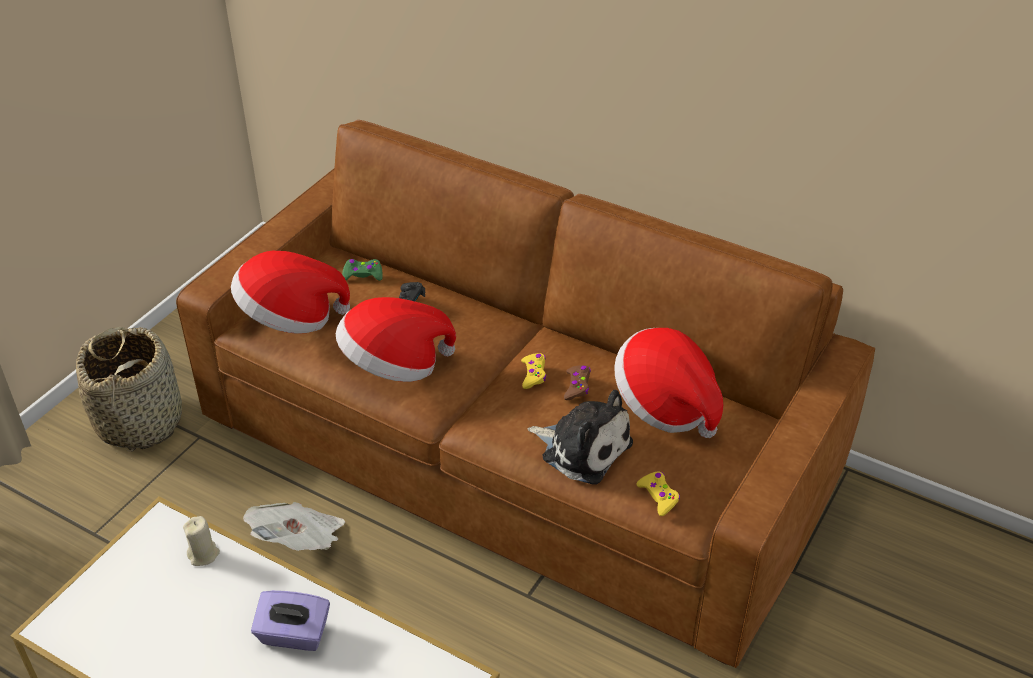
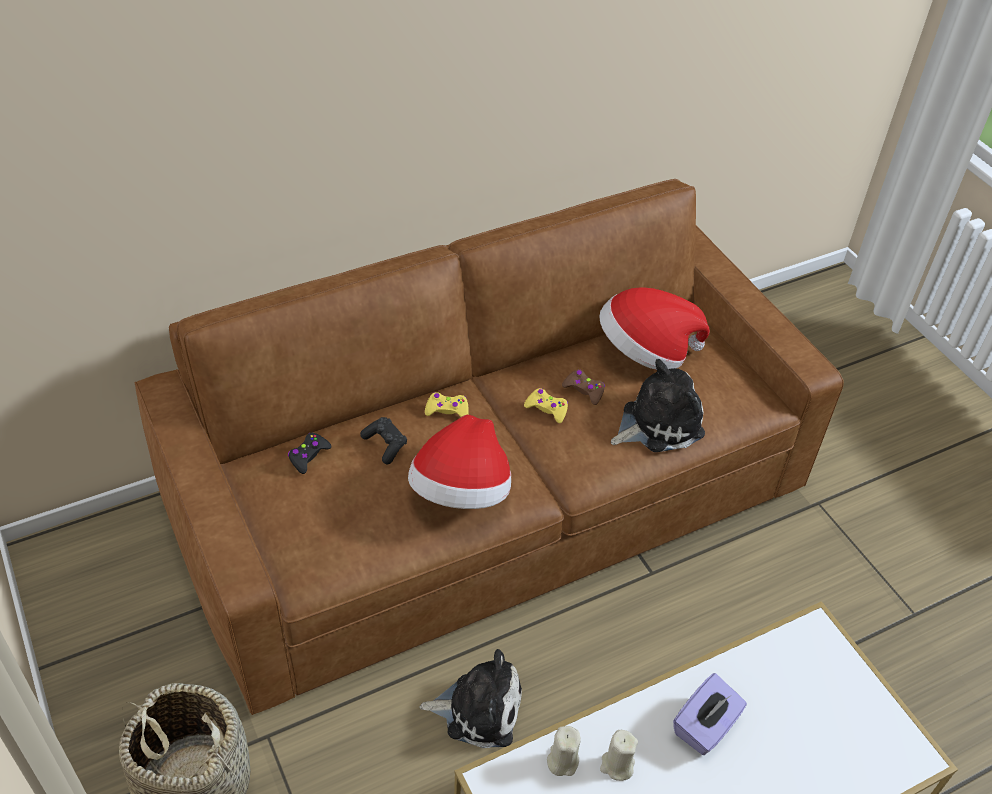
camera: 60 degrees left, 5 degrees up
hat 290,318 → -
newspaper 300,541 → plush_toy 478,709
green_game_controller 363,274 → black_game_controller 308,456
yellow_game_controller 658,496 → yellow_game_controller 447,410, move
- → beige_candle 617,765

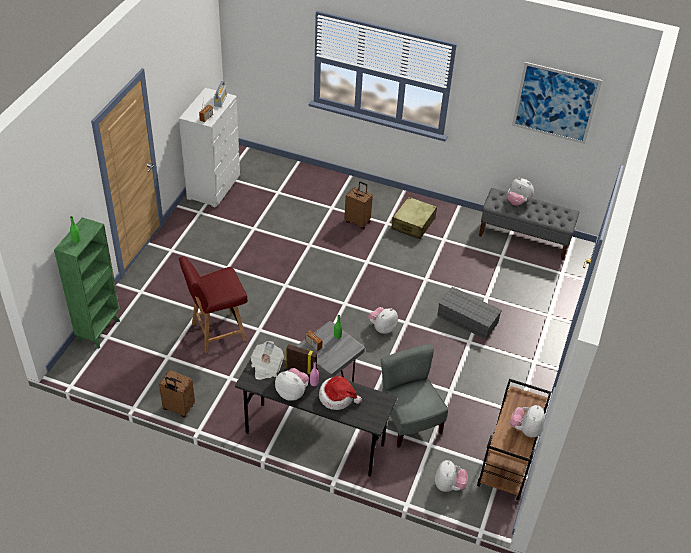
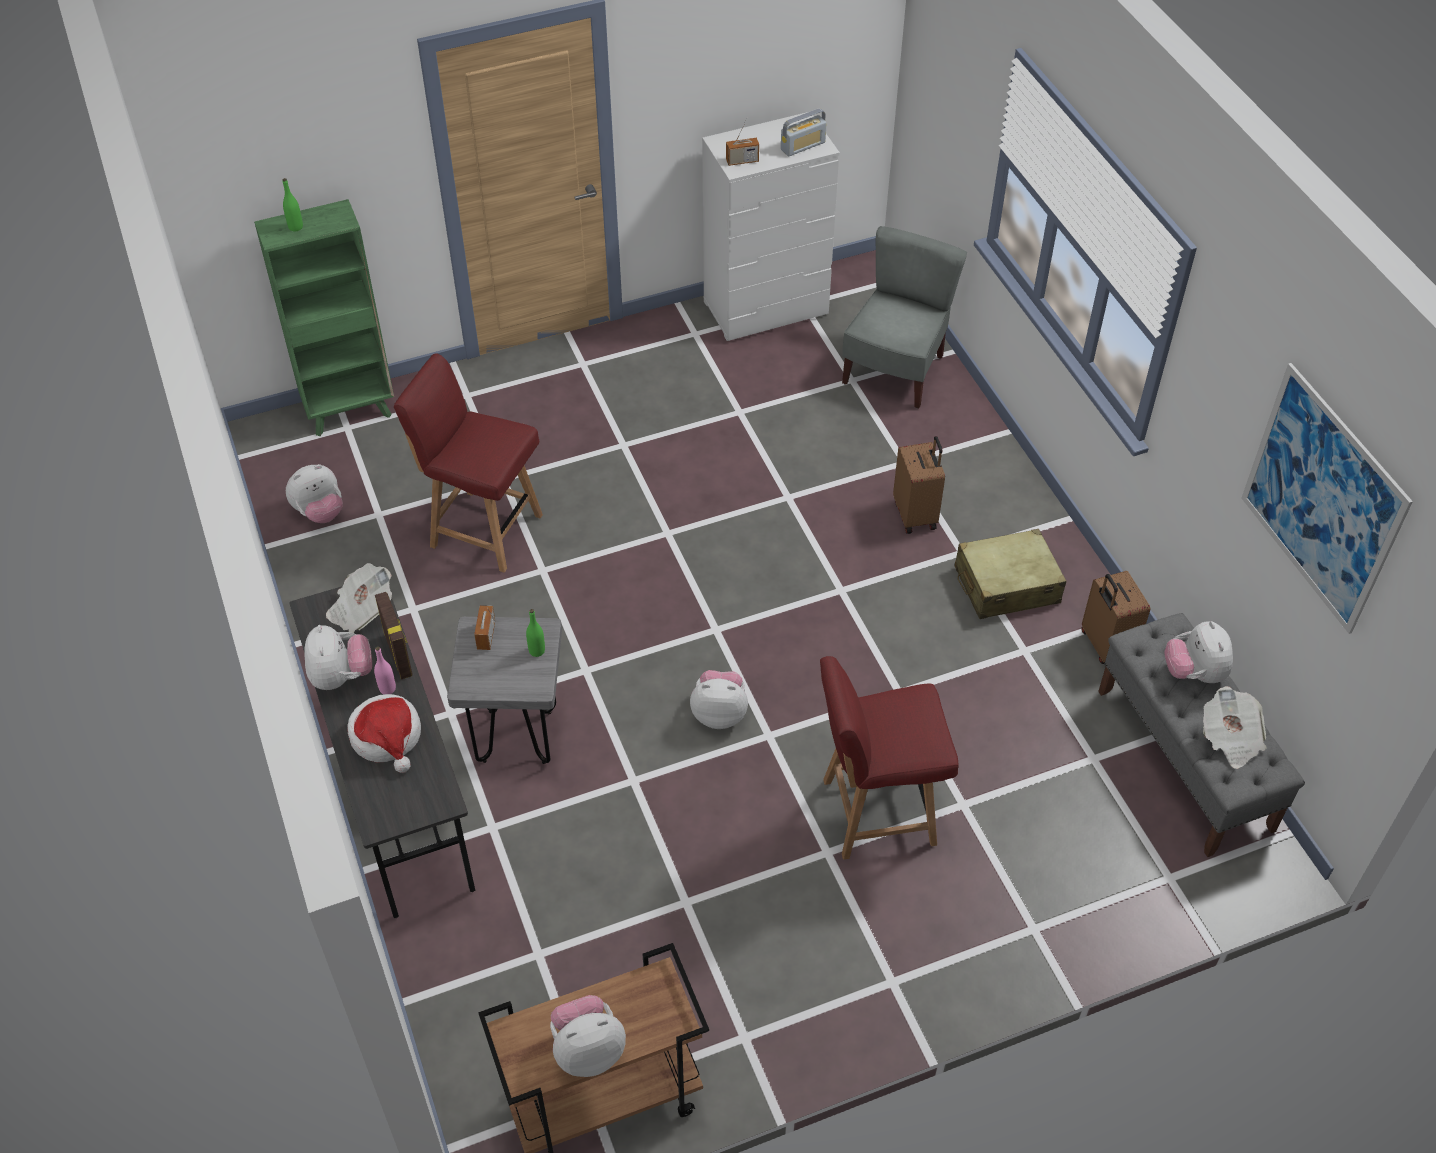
camera: 50 degrees right, 5 degrees up
brown_suitcase 178,408 → brown_suitcase 1105,645, move
grey_chair 409,422 → grey_chair 895,370, move
plush_toy 449,485 → plush_toy 320,512, move
grey_storage_box 466,319 → red_chair 875,812
- → newspaper 1230,738

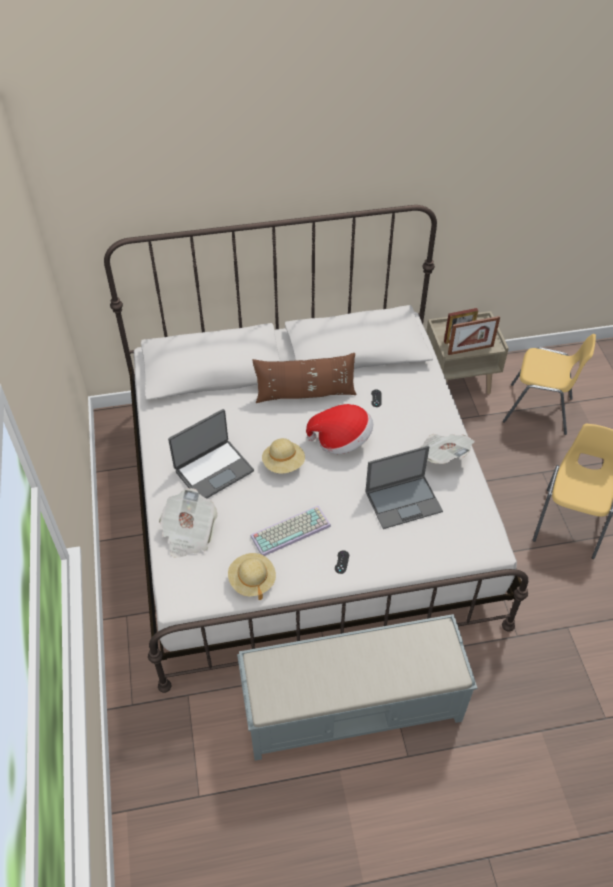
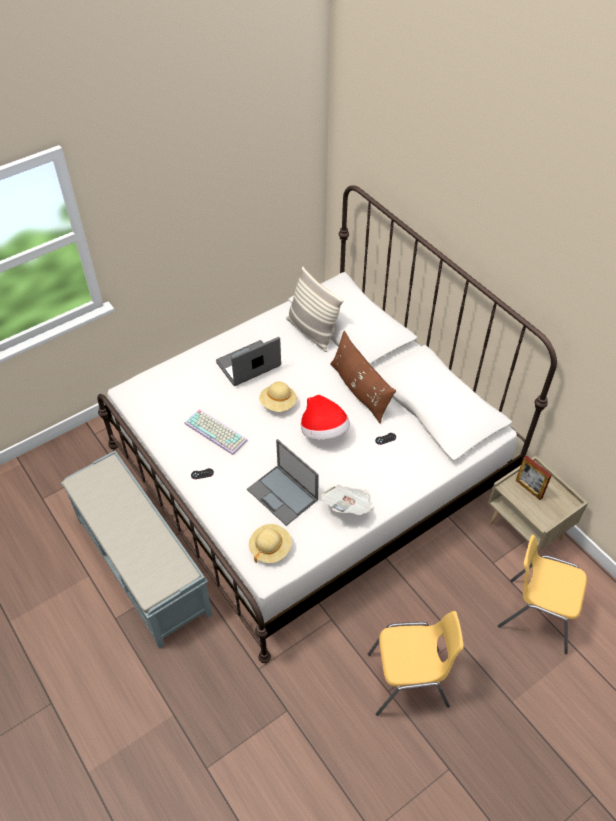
camera: 65 degrees right, 0 degrees up
newspaper 188,533 → -
laptop 213,470 → laptop 249,365, 120 degrees clockwise
beige_hat 252,580 → beige_hat 270,548, move
picture_frame 470,350 → -
yellow_chair 538,410 → yellow_chair 537,614, 120 degrees clockwise
- → pillow 312,332

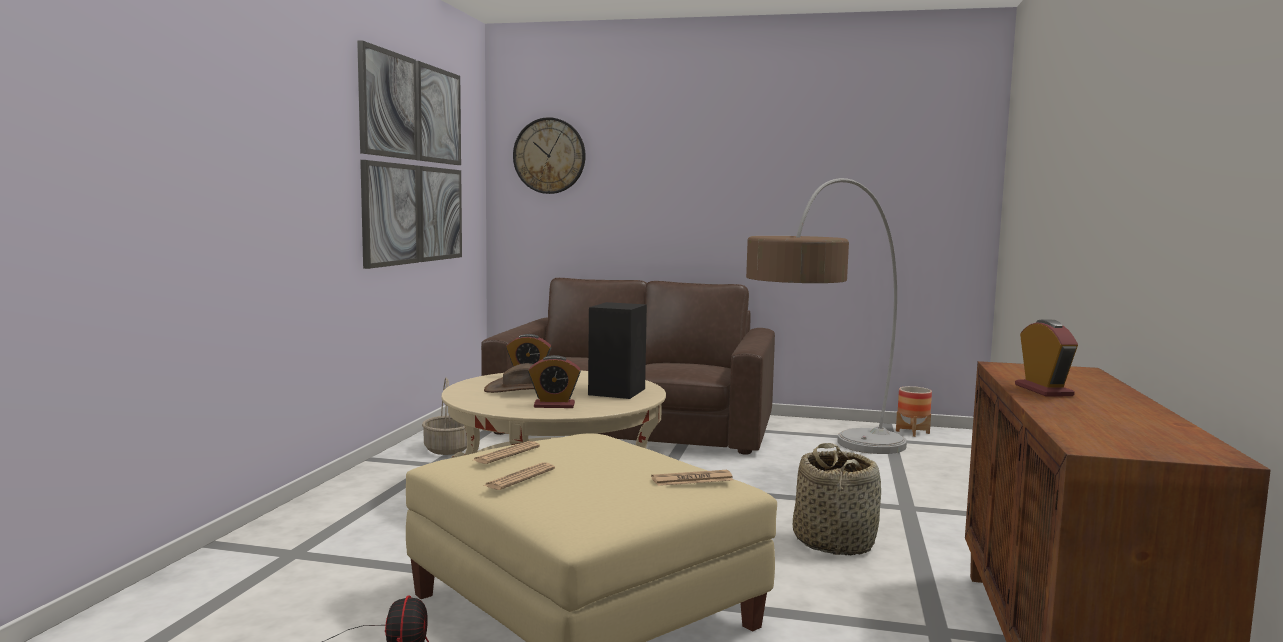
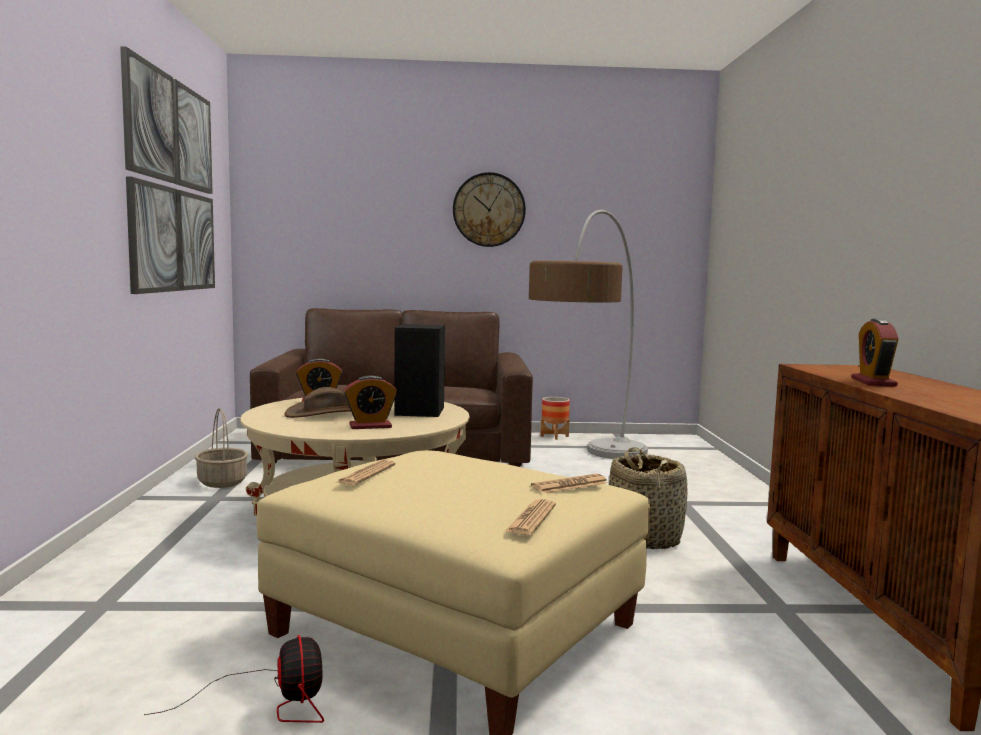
camera: 15 degrees left, 0 degrees up
newspaper 520,477 → newspaper 531,519, move
wall_clock 549,156 → wall_clock 489,210, move
planter 912,432 → planter 554,436, move
alarm_clock 1043,390 → alarm_clock 873,382, 150 degrees counterclockwise

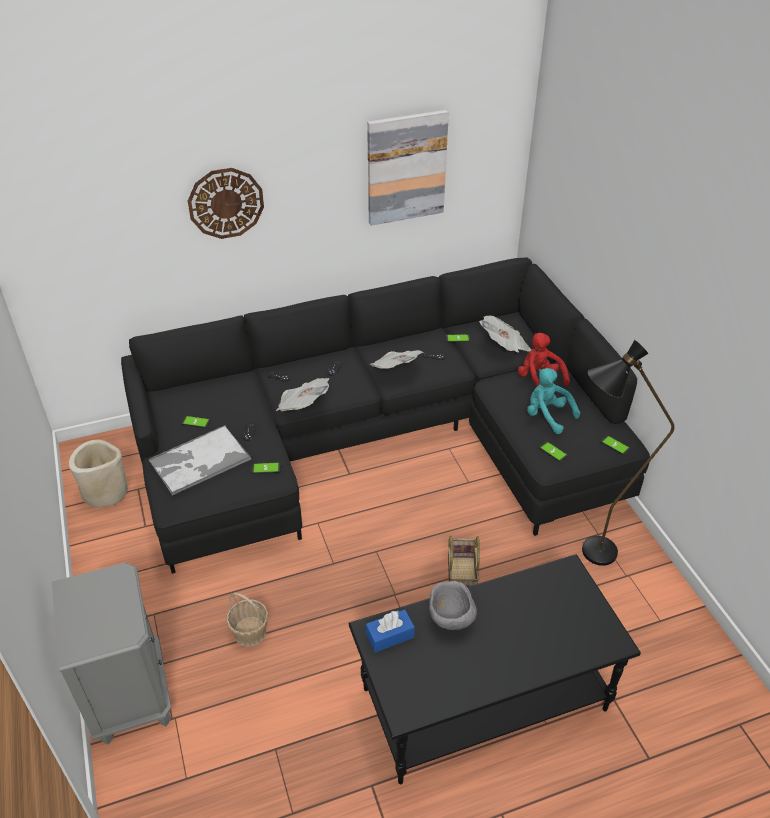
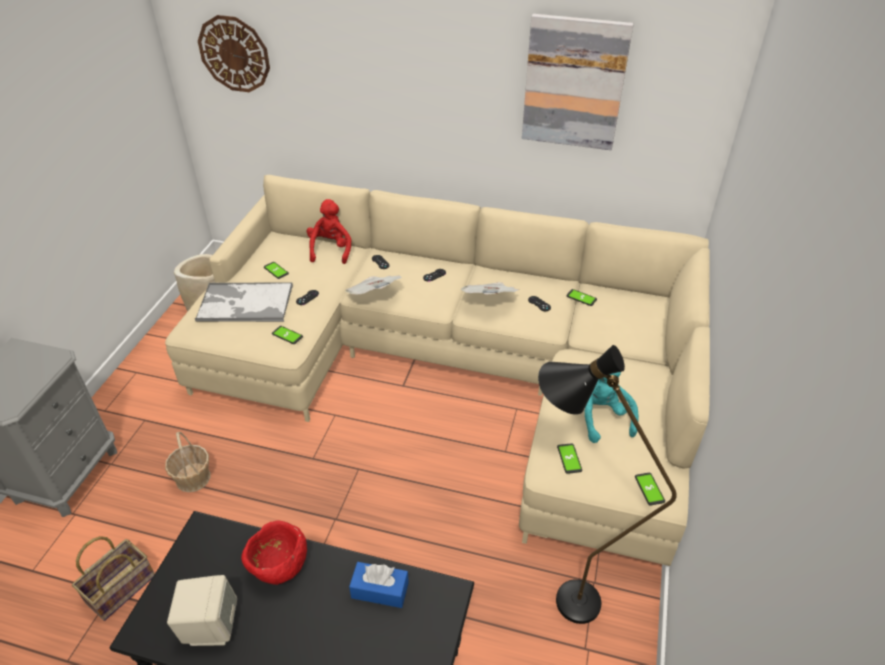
camera: 35 degrees right, 0 degrees up
black_sofa 390,440 → beige_sofa 467,373
wall_clock 226,203 → wall_clock 234,54, move
blue_tissue_box 390,636 → blue_tissue_box 380,590, move
grey_bowl 450,619 → red_bowl 279,567
basket 460,576 → basket 121,587, move
newspaper 504,346 → -
red_plush_toy 539,380 → red_plush_toy 331,250, move
- → beige_speaker 210,626

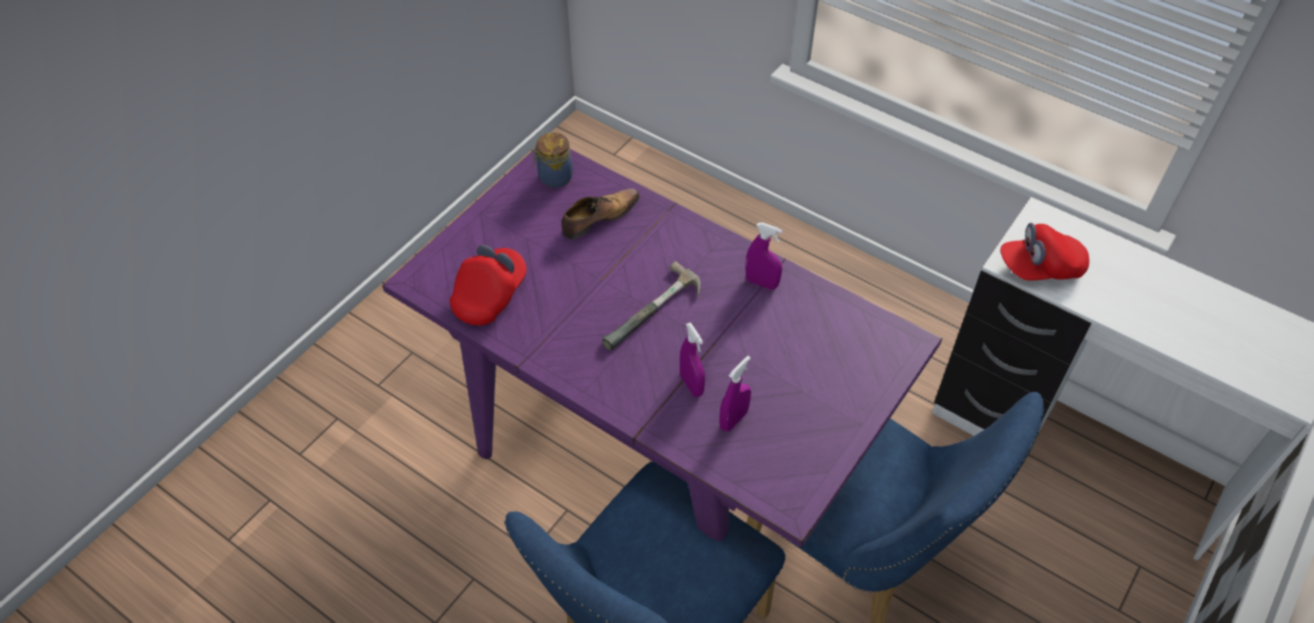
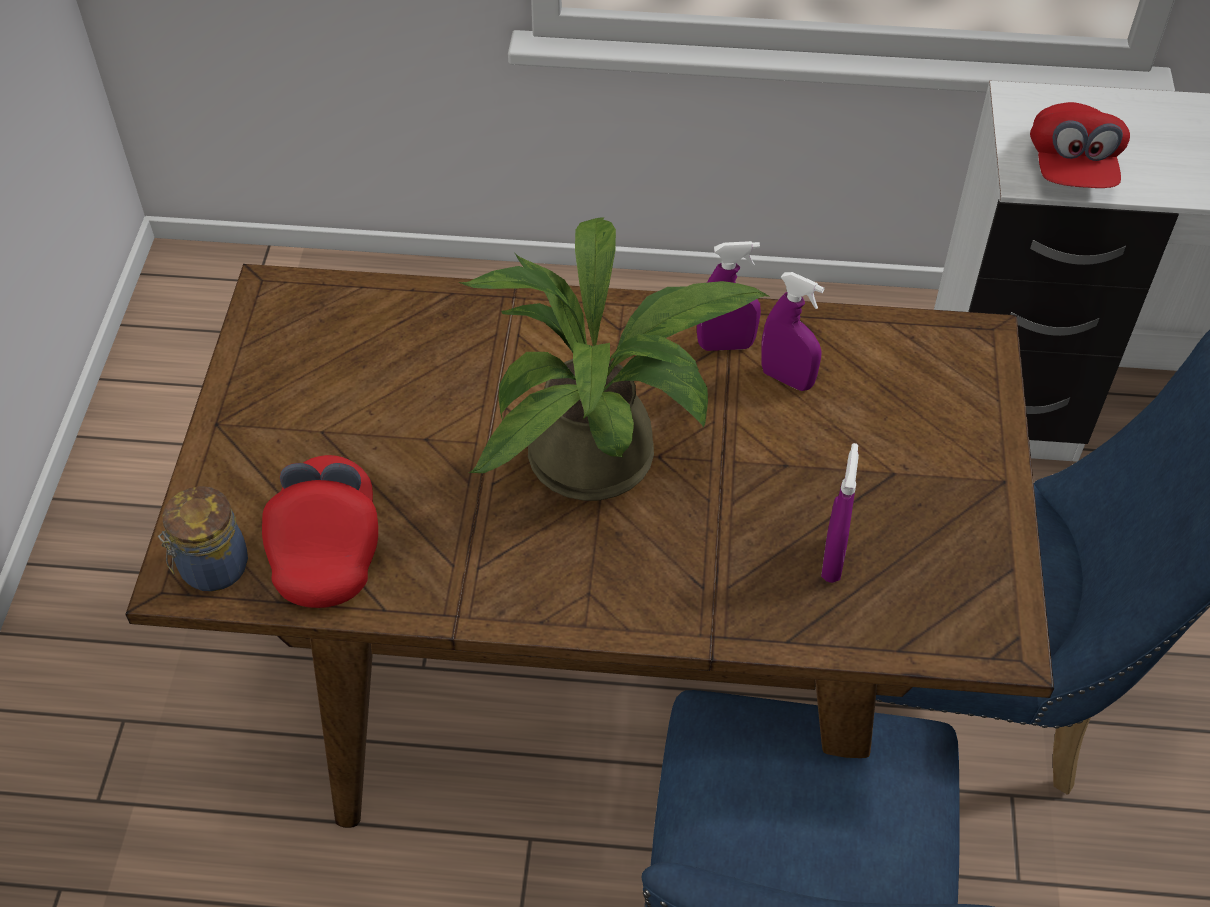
camera: 30 degrees left, 0 degrees up
purple_dining_table 656,451 → brown_dining_table 604,684
jar 554,177 → jar 212,568, move
shoe 598,218 → -
hammer 656,314 → potted_plant 608,458
purple_spray_bottle 691,385 → purple_spray_bottle 787,378, move
red_cap 1040,268 → red_cap 1071,168, 45 degrees counterclockwise

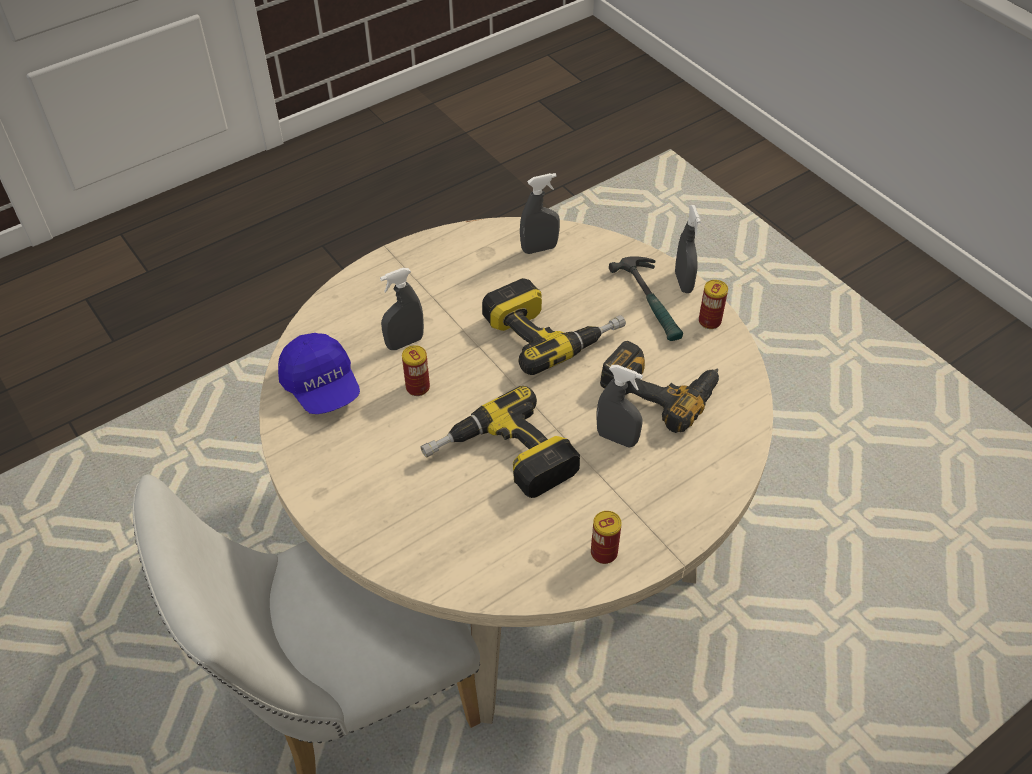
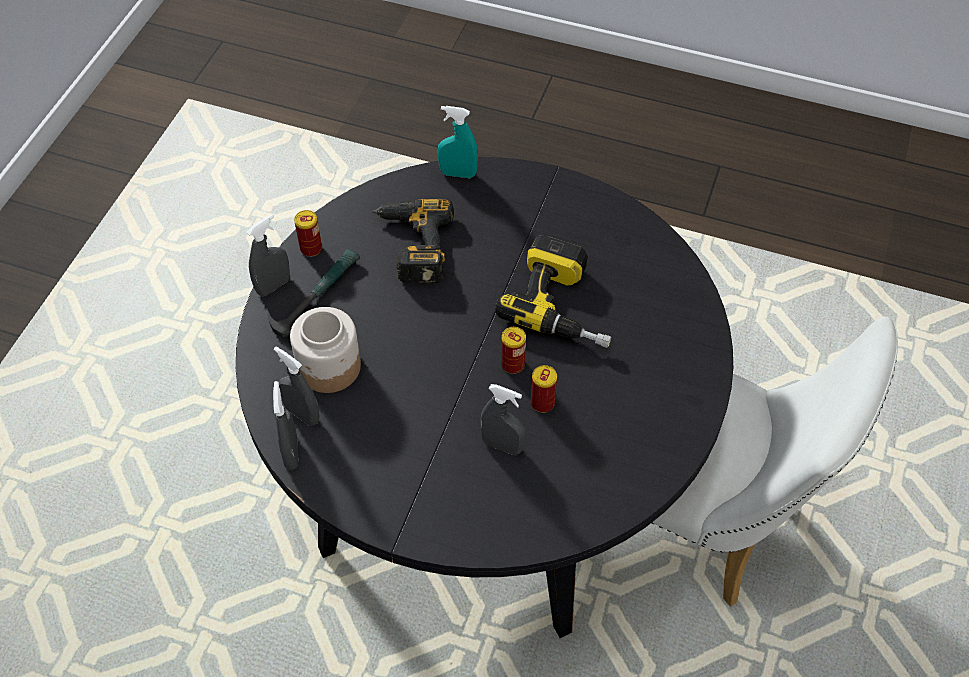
camera: 125 degrees left, 5 degrees up
beige_dining_table 516,553 → black_dining_table 484,484
blue_cap 322,387 → -
power_drill 551,330 → -
can 604,553 → can 512,364, move
grey_spray_bottle 617,438 → grey_spray_bottle 291,453, move
- → jar 329,367
- → turquoise_spray_bottle 458,173

